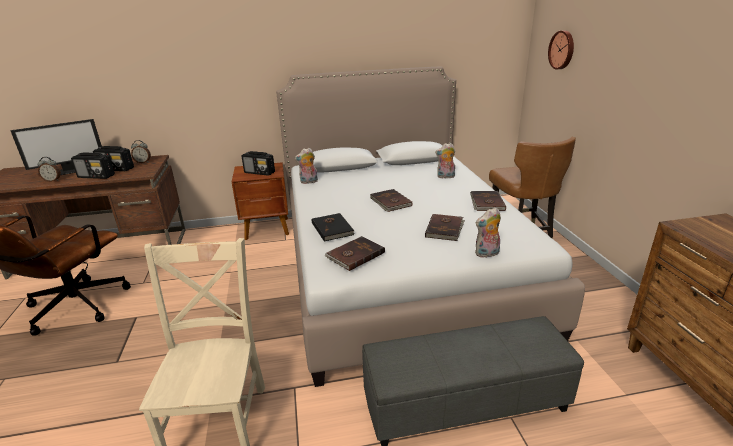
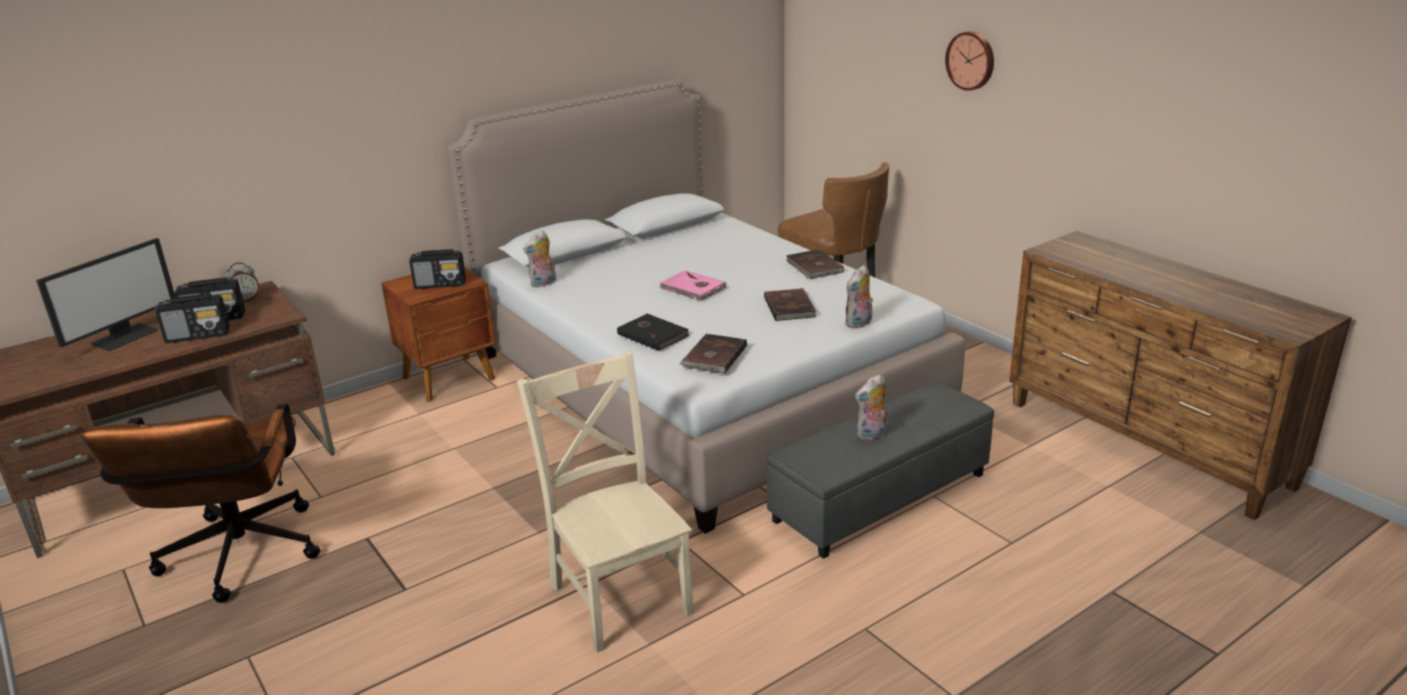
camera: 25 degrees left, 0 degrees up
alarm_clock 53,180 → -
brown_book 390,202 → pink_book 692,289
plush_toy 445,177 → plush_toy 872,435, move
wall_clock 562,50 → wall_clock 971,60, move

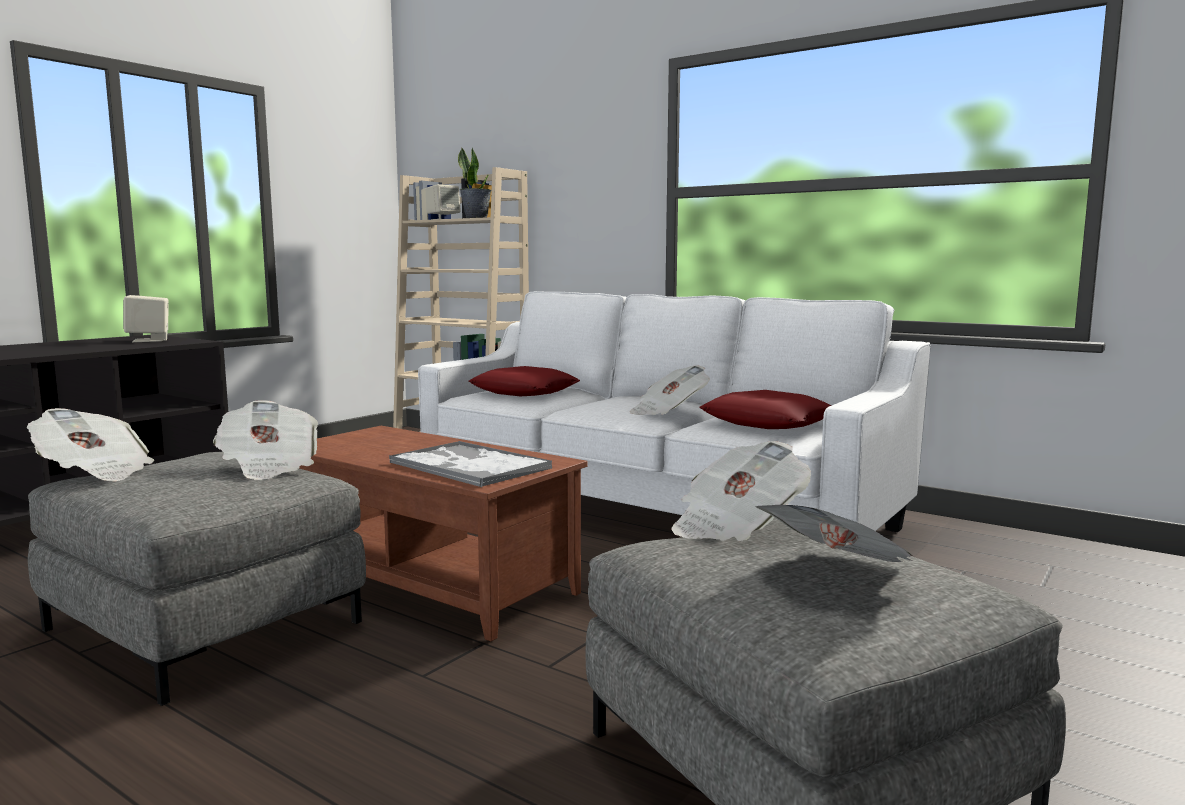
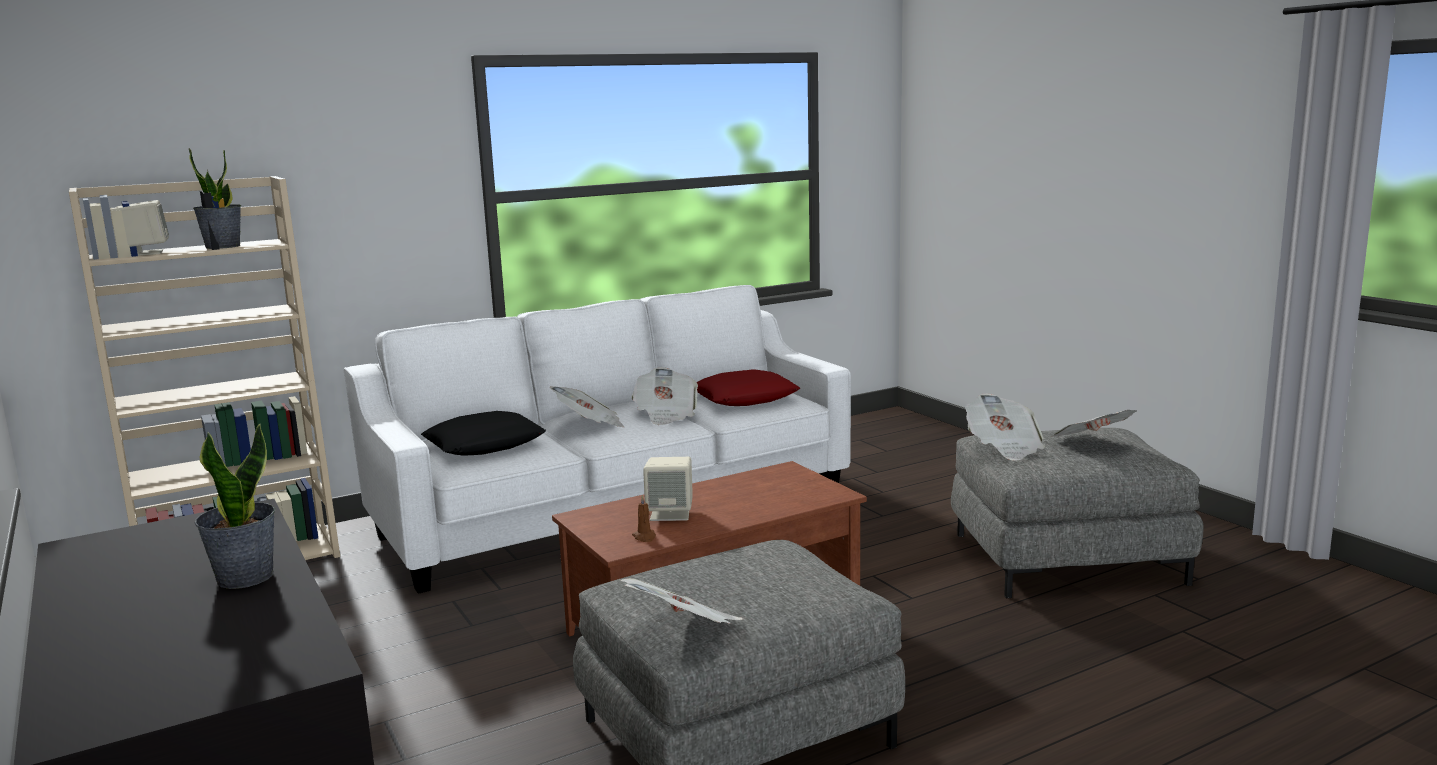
camera: 65 degrees left, 5 degrees up
beige_speaker 149,340 → beige_speaker 670,514, move
newspaper 269,467 → newspaper 590,425, move
tray 468,465 → -
red_pillow 524,392 → black_pillow 485,444
- → potted_plant 244,577
- → brown_candle 644,537

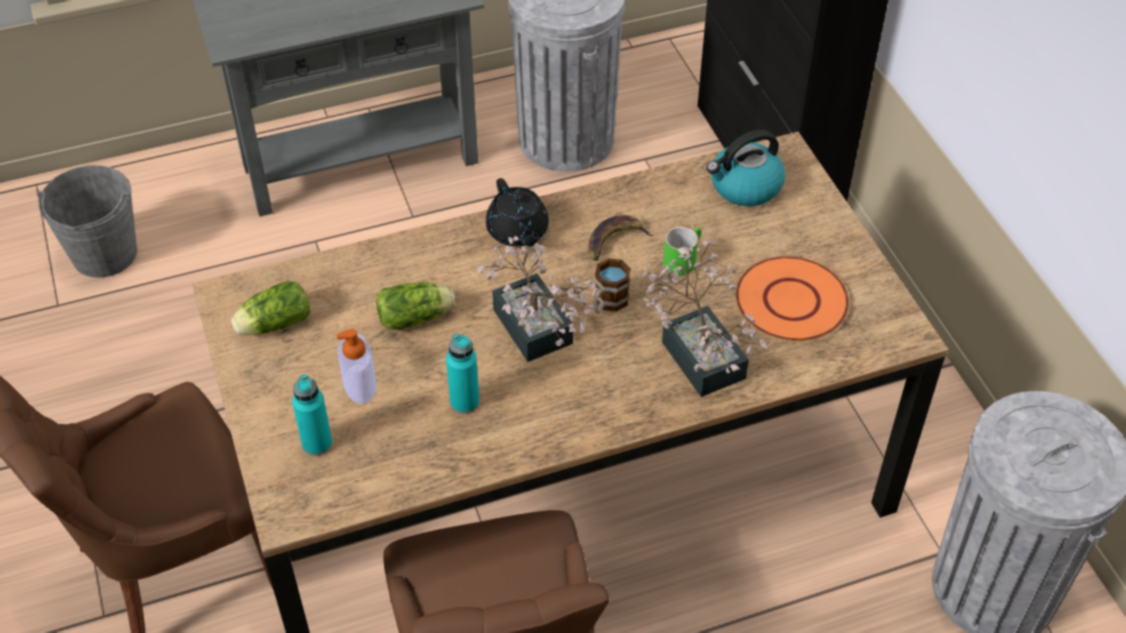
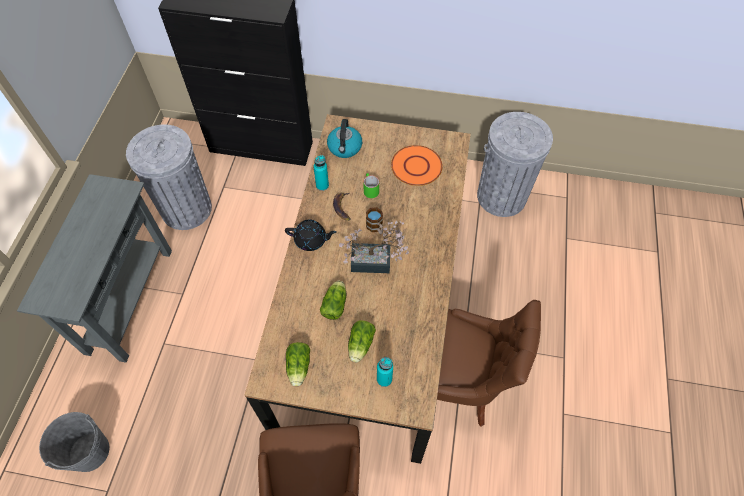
camera: 60 degrees left, 10 degrees up
soap_dispenser 360,384 → lettuce 360,345
turquoise_bottle 464,402 → turquoise_bottle 322,185, move
potted_plant 698,352 → -

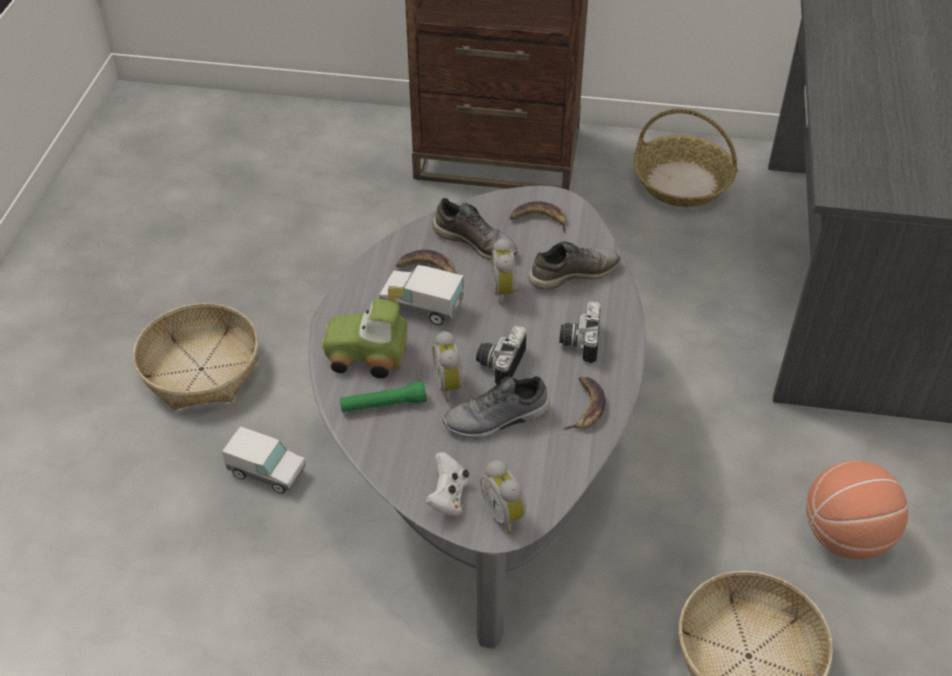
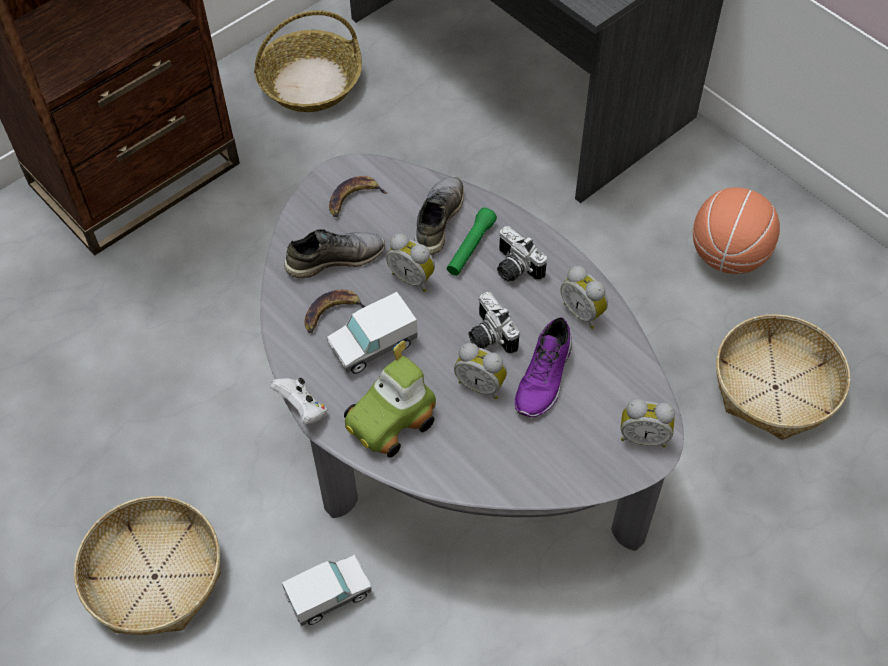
camera: 50 degrees left, 10 degrees up
green_flashlight 383,404 → green_flashlight 470,248, move
white_game_controller 448,497 → white_game_controller 302,409, move
grey_shoe 497,419 → purple_shoe 545,377
banana 585,407 → alarm_clock 583,312

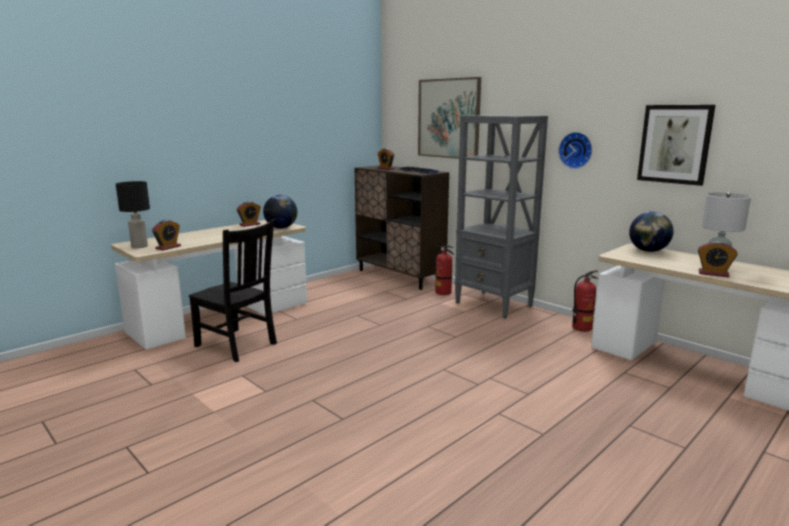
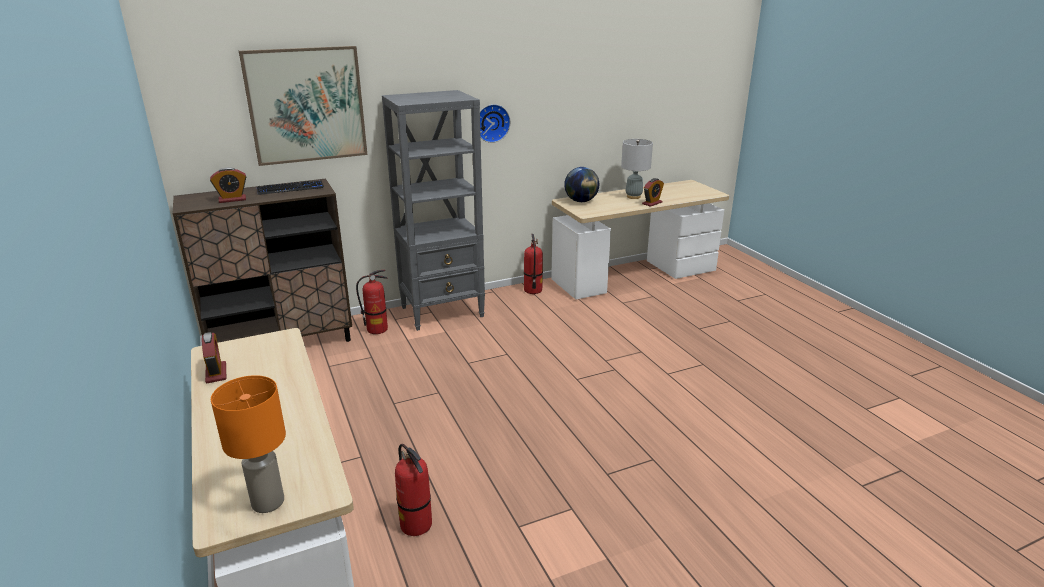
camera: 70 degrees left, 10 degrees up
black_table_lamp 139,246 → orange_table_lamp 267,503
alarm_clock 168,247 → -
black_chair 237,345 → fire_extinguisher 416,525
globe 281,228 → -
picture 674,144 → -

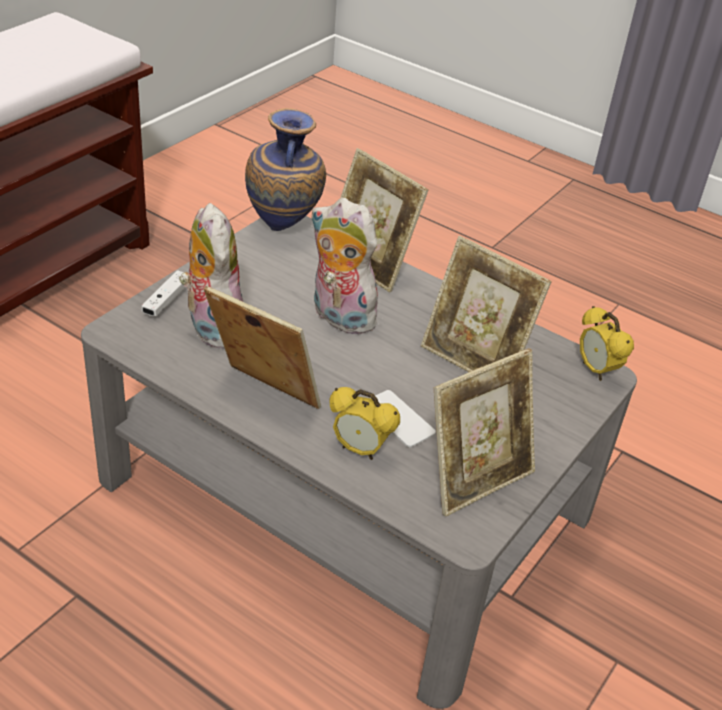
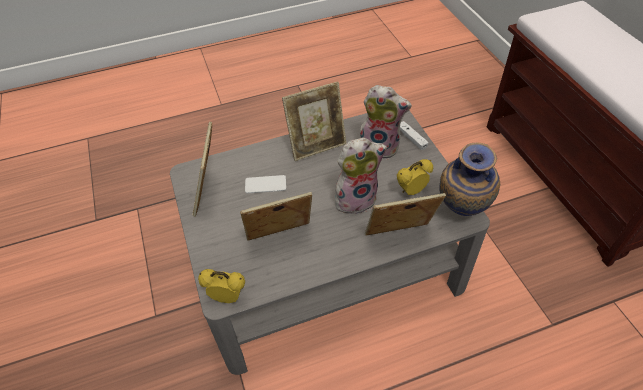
camera: 130 degrees right, 10 degrees up
alarm_clock 360,450 → alarm_clock 411,191, move

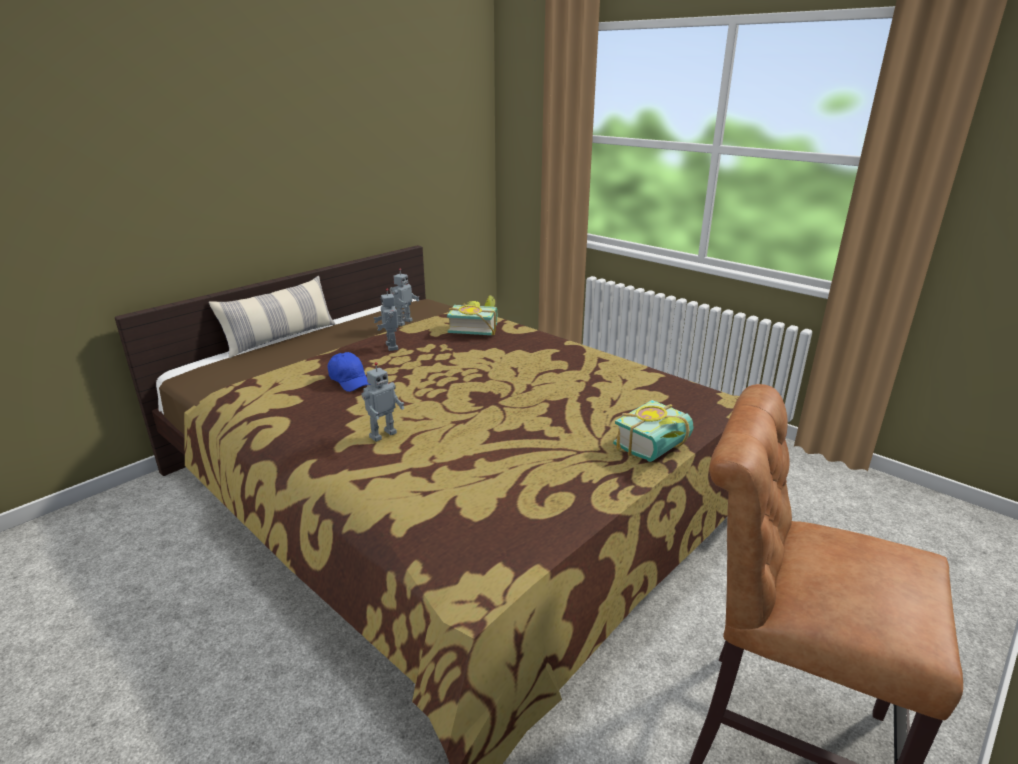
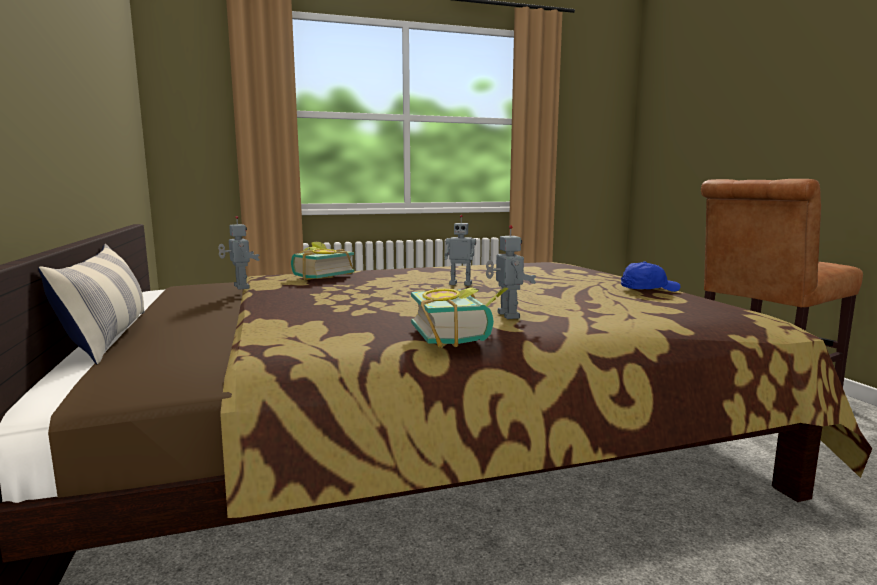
camera: 60 degrees left, 15 degrees down
blue_cap 350,381 → blue_cap 648,290, move
toy_robot 393,346 → toy_robot 460,284, move
book 658,449 → book 459,335, move

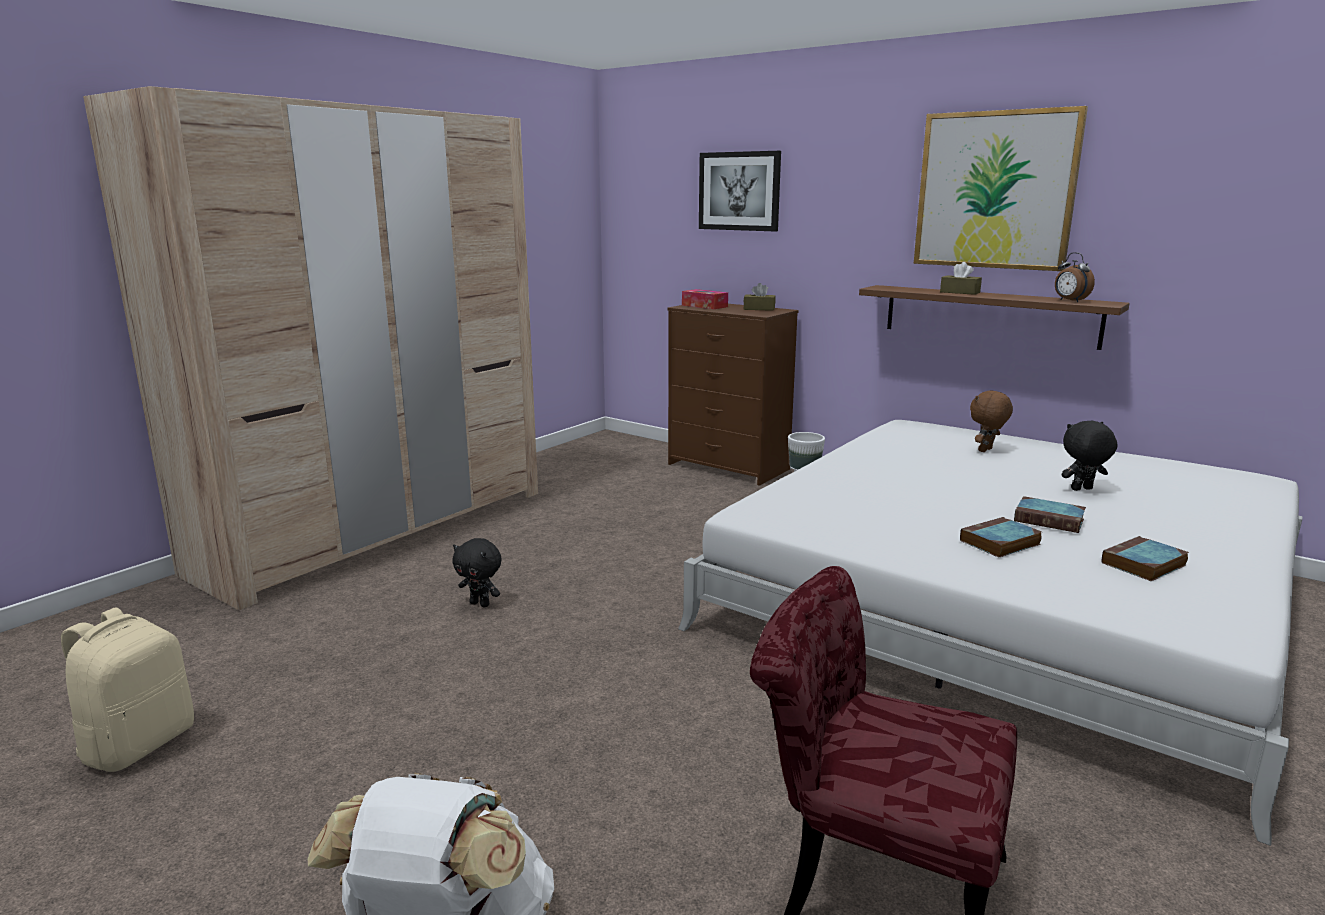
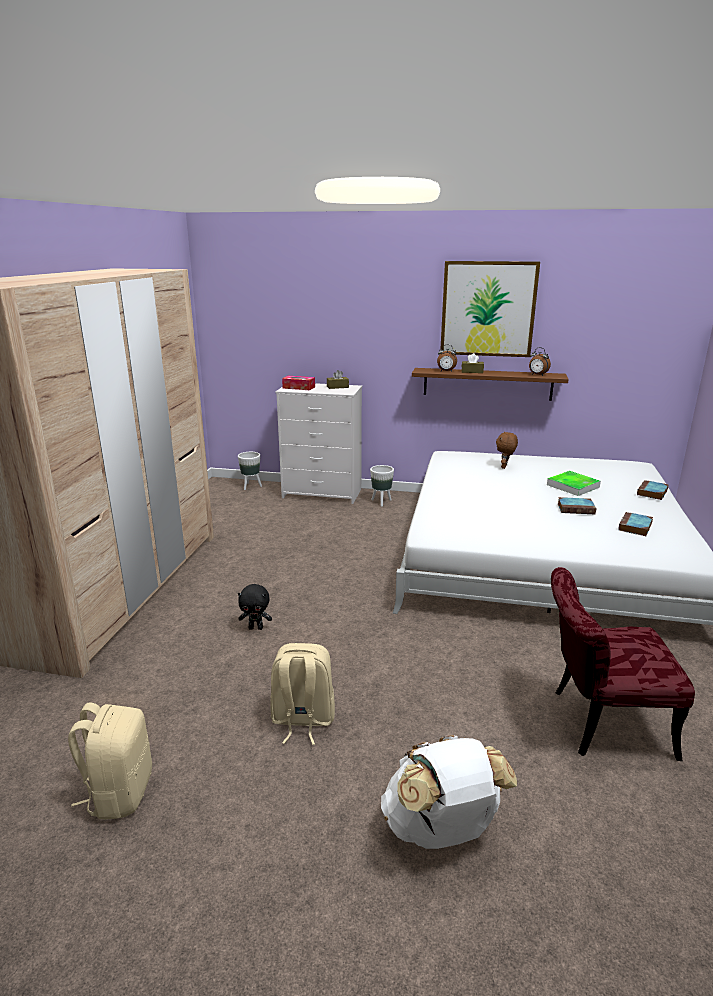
camera: 25 degrees left, 5 degrees up
brown_dresser 729,467 → white_dresser 323,493
picture 739,191 → -
book 999,543 → book 652,493, move
black_plush_toy 1082,489 → tray 573,486
- → white_planter 251,486
- → beige_backpack 302,720
- → alarm_clock 446,371

